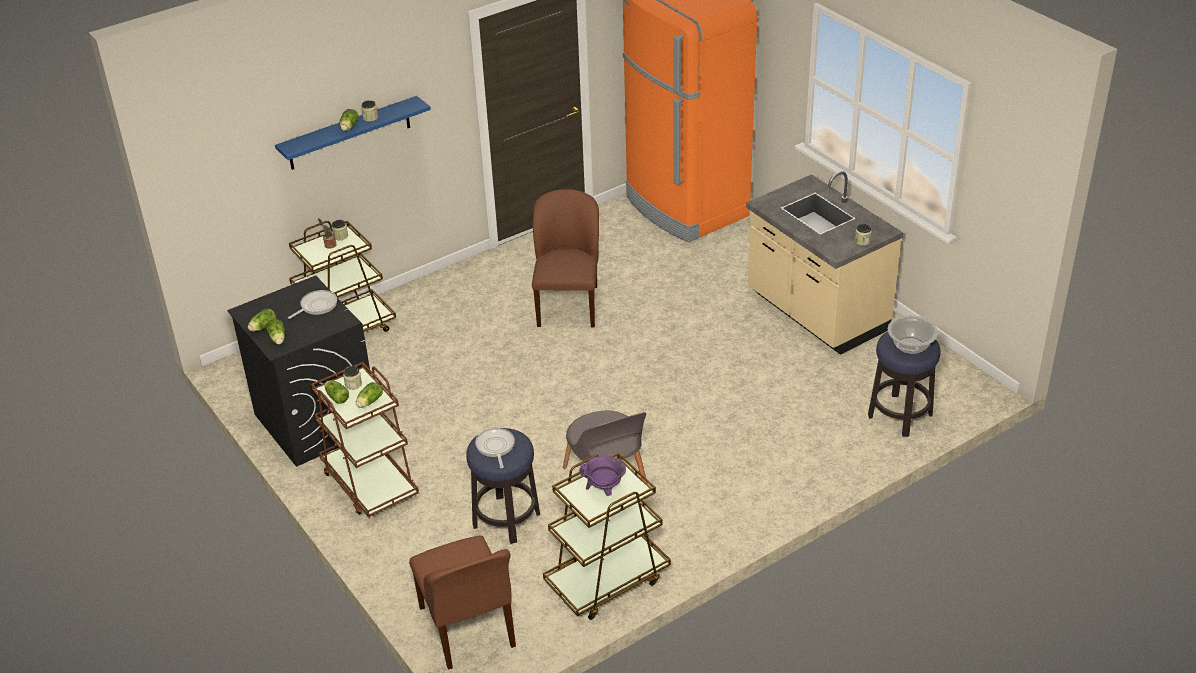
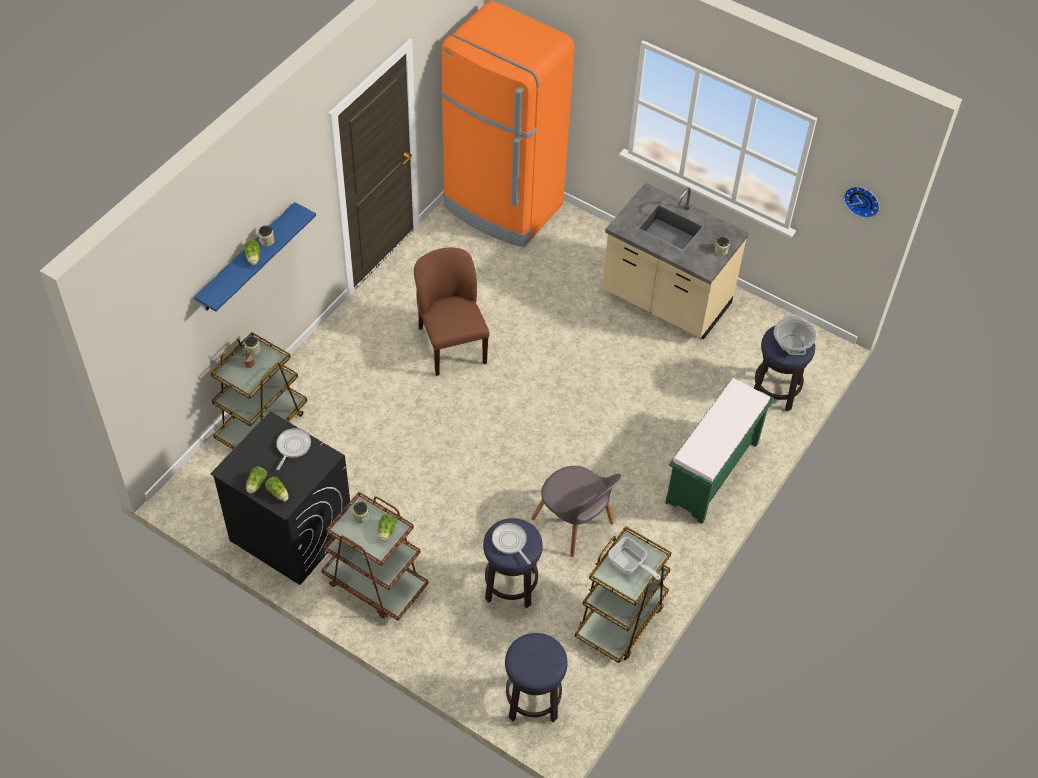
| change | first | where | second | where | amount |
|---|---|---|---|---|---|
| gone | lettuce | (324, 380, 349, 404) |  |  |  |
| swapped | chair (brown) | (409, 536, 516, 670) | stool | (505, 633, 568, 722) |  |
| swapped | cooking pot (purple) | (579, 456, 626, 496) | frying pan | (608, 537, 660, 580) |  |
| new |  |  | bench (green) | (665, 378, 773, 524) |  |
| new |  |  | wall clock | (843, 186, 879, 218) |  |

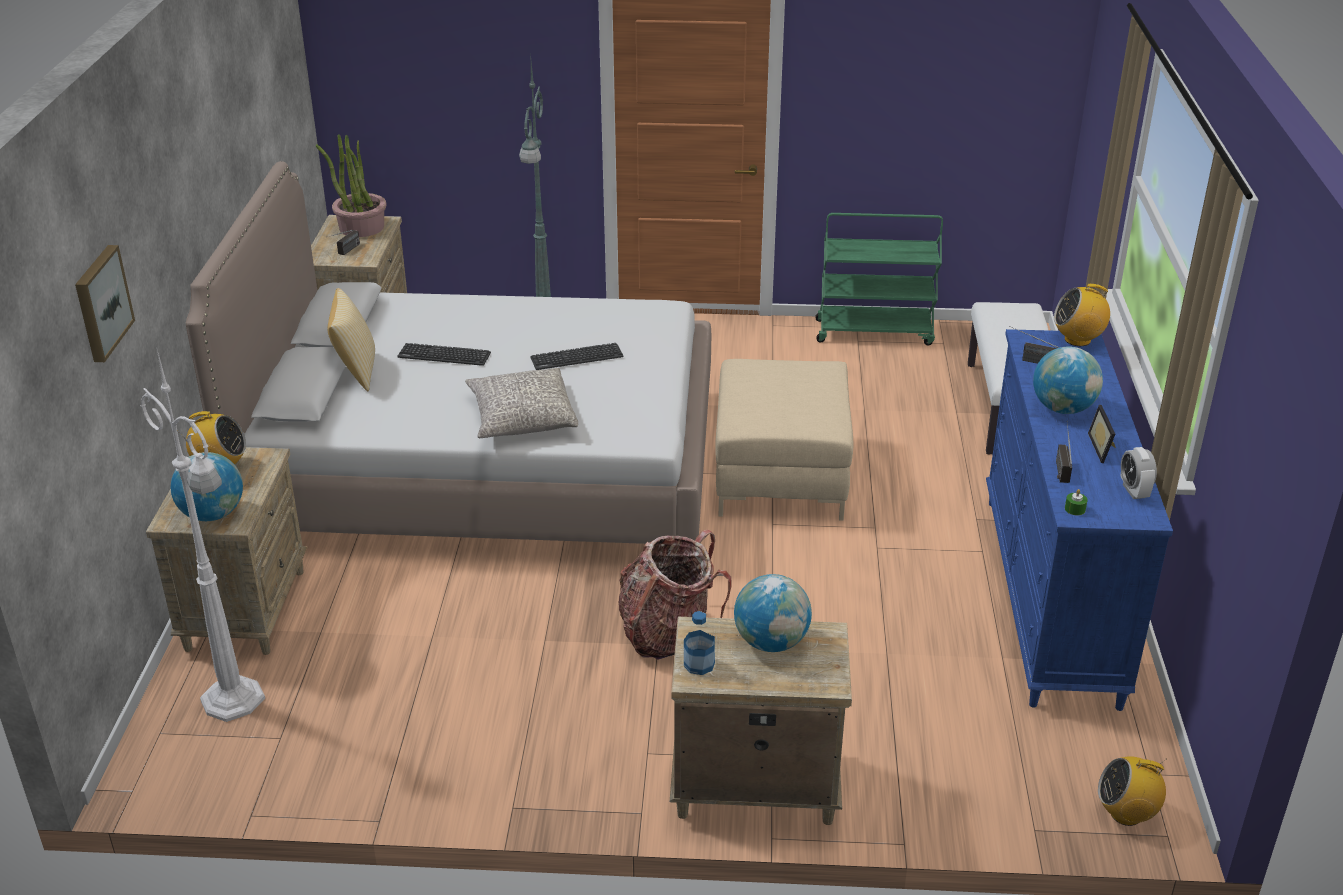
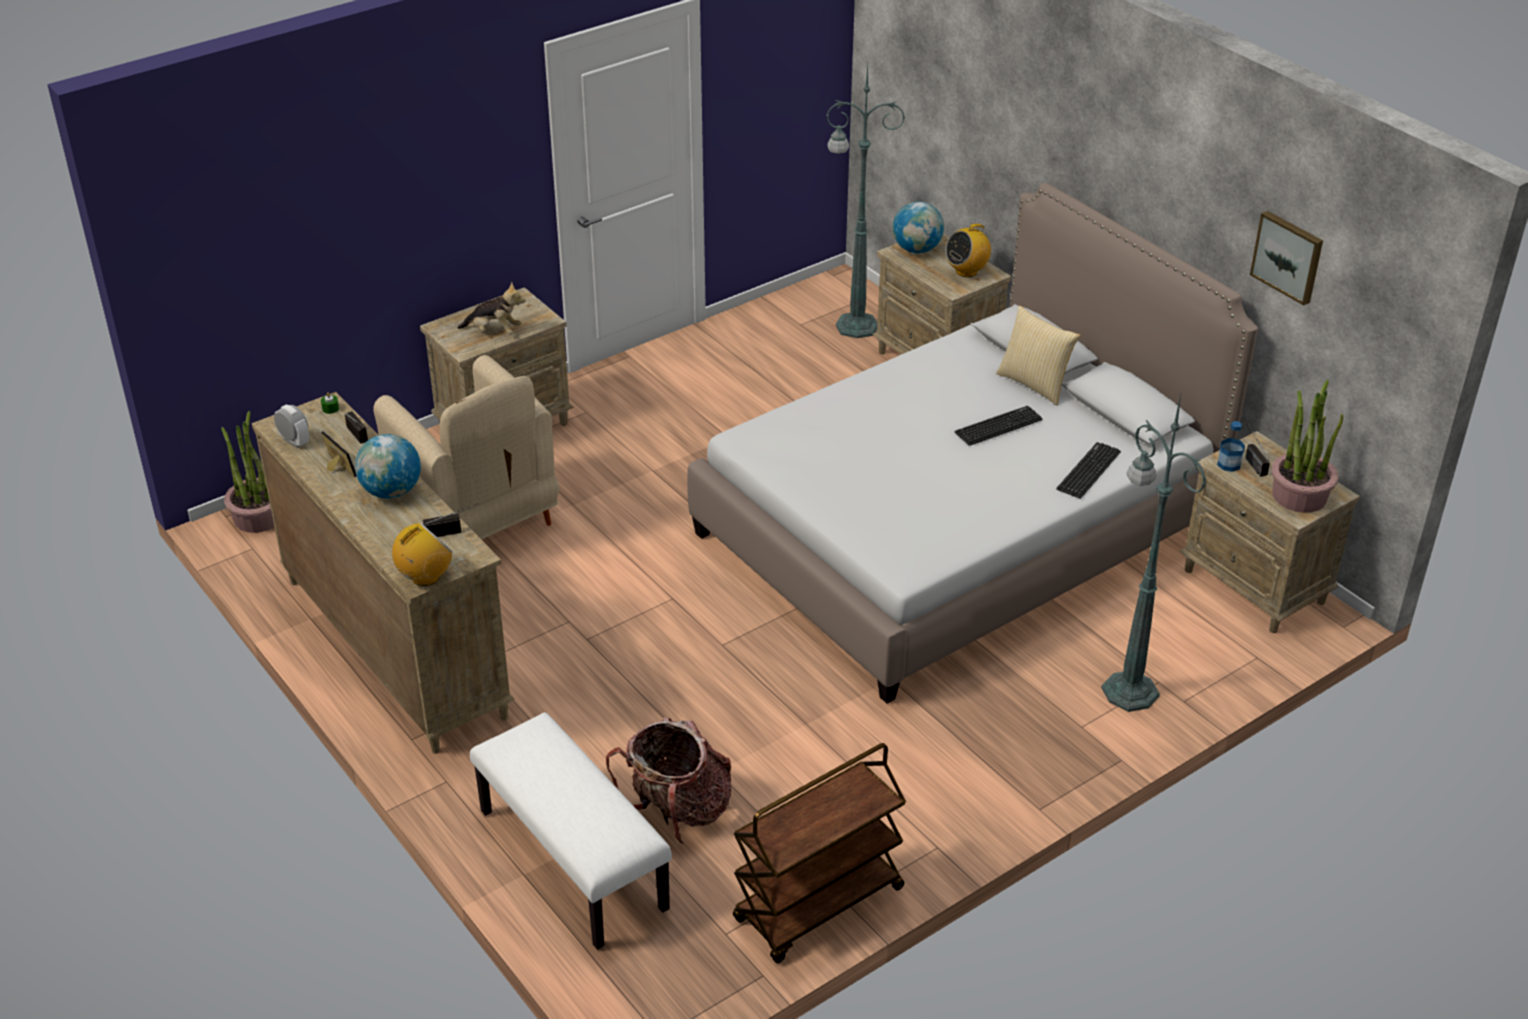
| change | first | where | second | where | amount |
|---|---|---|---|---|---|
| shifted | picture | (75, 245, 135, 362) |  | (1250, 211, 1323, 305) |  |
| repainted | floor lamp (white) | (140, 350, 265, 722) | floor lamp (green) | (826, 64, 905, 338) |  |
| gone | pillow (grey) | (465, 368, 578, 438) |  |  |  |
| shifted | keyboard | (530, 343, 624, 370) |  | (1056, 442, 1121, 499) |  |
| shifted | backpack | (618, 530, 732, 660) |  | (606, 717, 731, 845) |  |
| shifted | bottle | (684, 611, 715, 675) |  | (1217, 421, 1245, 472) |  |
| gone | ottoman (beige) | (715, 359, 853, 521) |  |  |  |
| swapped | globe | (734, 574, 812, 652) | plush toy | (457, 282, 526, 334) |  |
| repainted | cart (green) | (815, 213, 943, 346) | cart (brown) | (733, 743, 906, 963) |  |
| repainted | dresser (blue) | (986, 329, 1173, 711) | dresser (beige) | (252, 392, 515, 754) |  |
| swapped | radio | (1098, 756, 1167, 826) | potted plant | (221, 411, 274, 533) |  |
| new |  |  | armchair (beige) | (373, 355, 559, 540) |  |

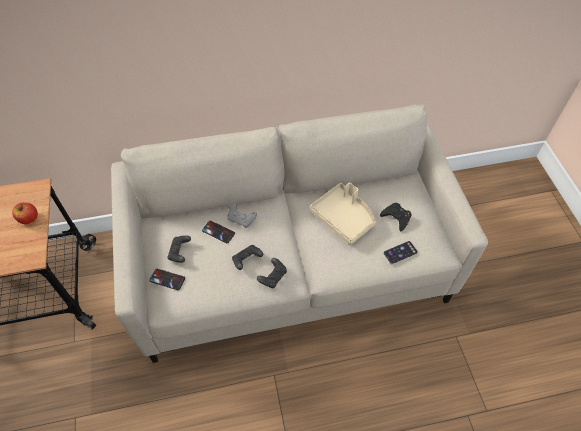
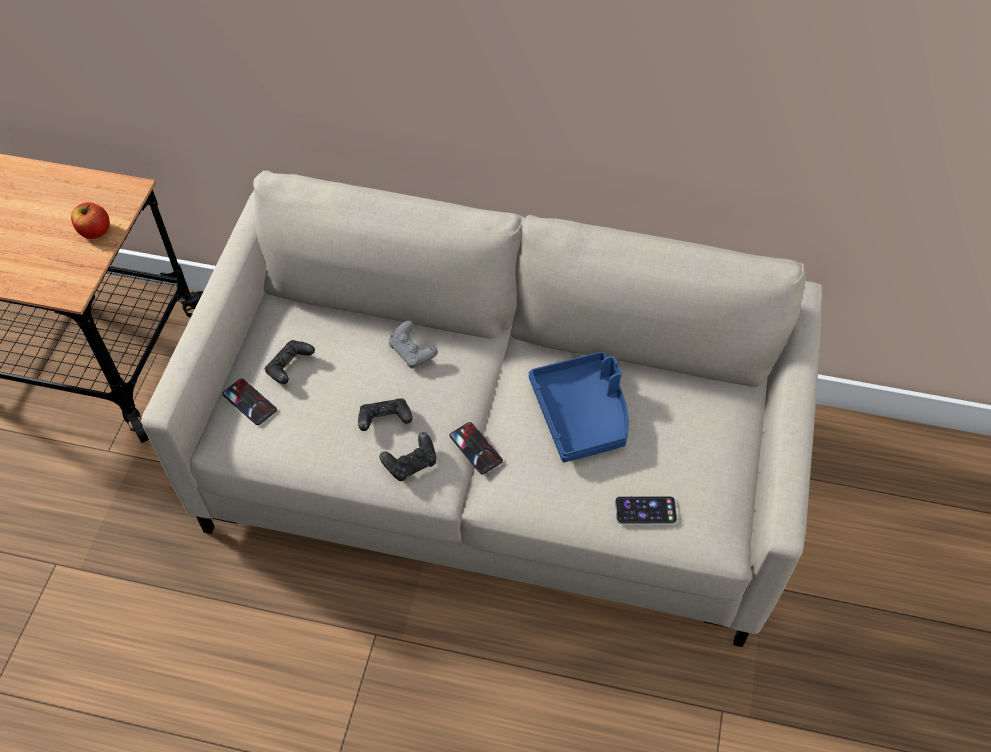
| change | first | where | second | where | amount |
|---|---|---|---|---|---|
| shifted | phone | (202, 221, 235, 243) |  | (449, 422, 503, 475) |  |
| repainted | tray (beige) | (310, 182, 376, 245) | tray (blue) | (529, 352, 629, 462) |  |
| gone | game controller (black) | (380, 203, 412, 231) |  |  |  |

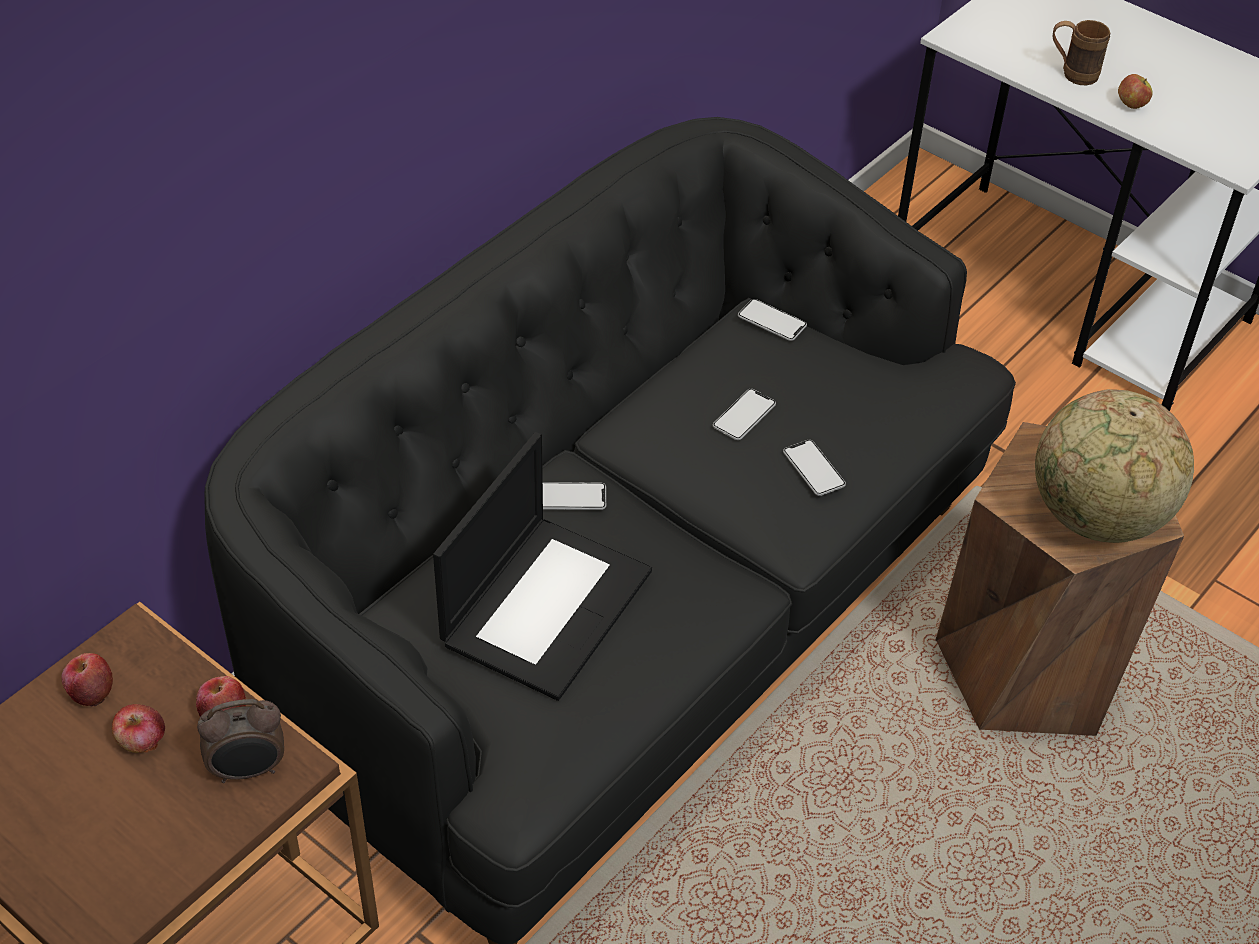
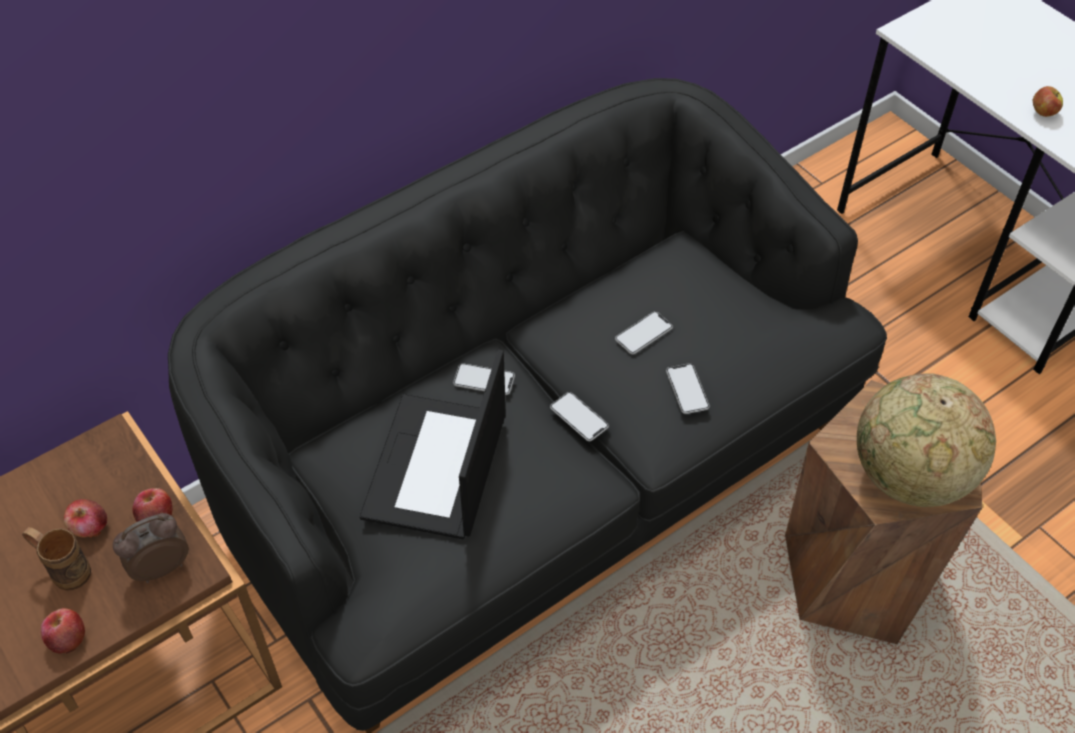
| change | first | where | second | where | amount |
|---|---|---|---|---|---|
| shifted | apple | (62, 653, 113, 706) |  | (41, 608, 85, 654) |  |
| rotated | alarm clock | (197, 699, 284, 783) |  | (113, 513, 189, 583) | 150 degrees clockwise |
| rotated | laptop | (433, 432, 652, 701) |  | (359, 349, 506, 539) | 150 degrees clockwise |
| shifted | phone | (738, 299, 807, 341) |  | (550, 392, 609, 441) |  |
| shifted | mug (brown) | (1052, 20, 1110, 85) |  | (22, 527, 91, 591) |  |

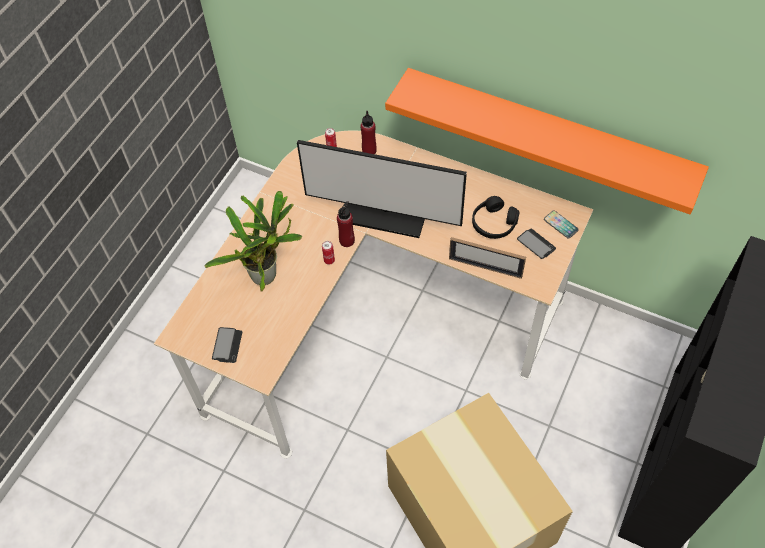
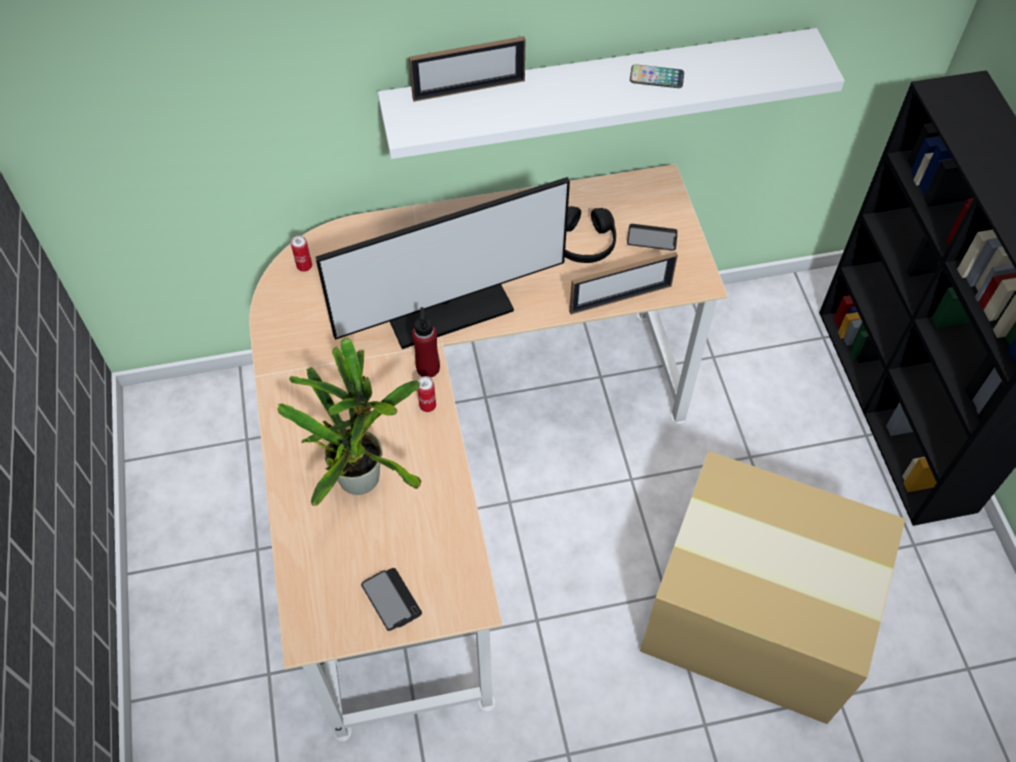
| change | first | where | second | where | amount |
|---|---|---|---|---|---|
| gone | bottle (red) | (361, 111, 377, 154) |  |  |  |
| repainted | shelf (orange) | (385, 68, 709, 214) | shelf (white) | (378, 28, 845, 159) |  |
| shifted | phone | (544, 211, 579, 238) |  | (630, 64, 684, 88) |  |
| new |  |  | picture frame | (409, 36, 525, 102) |  |

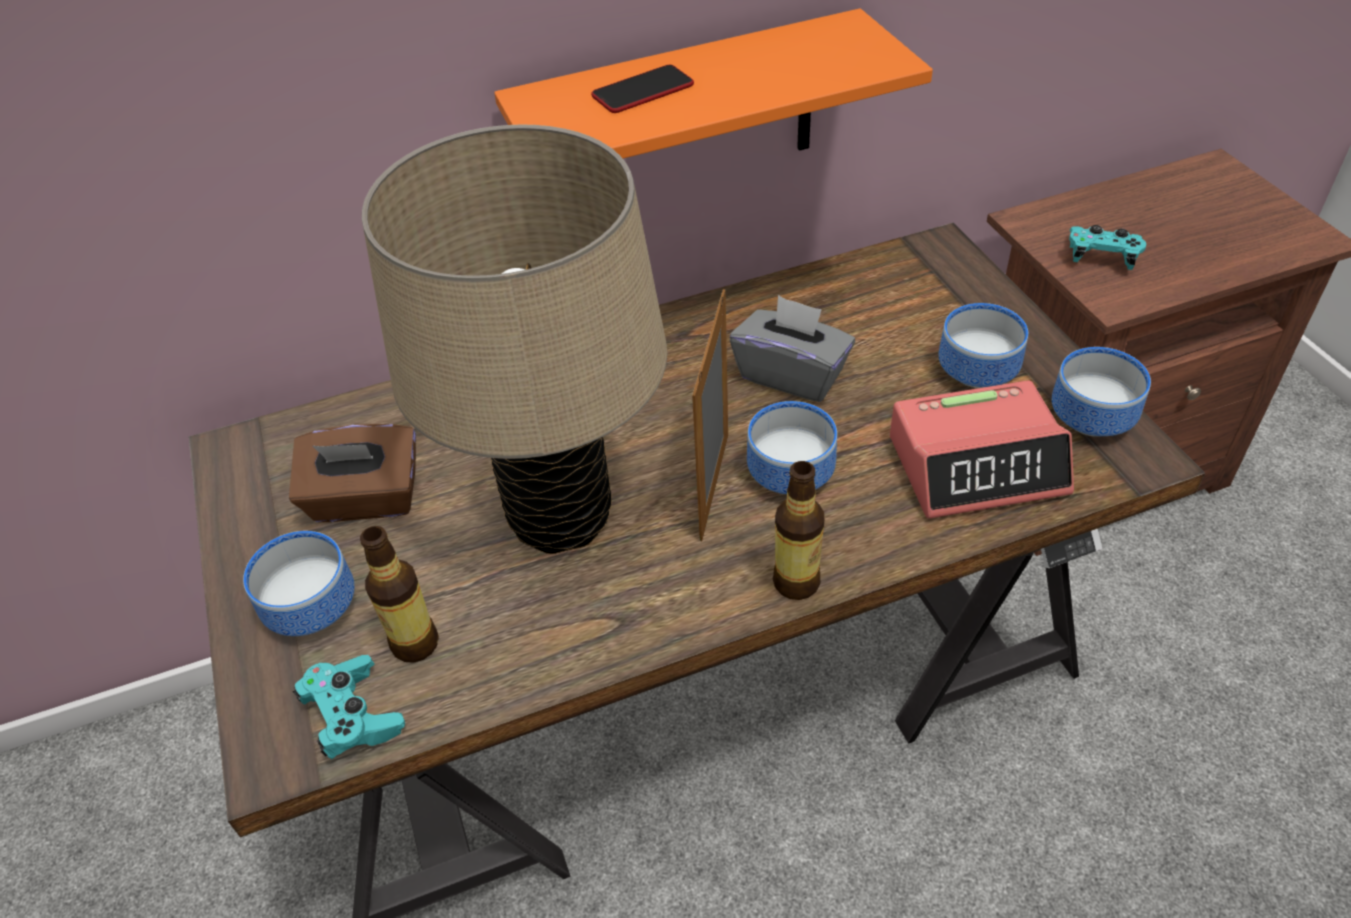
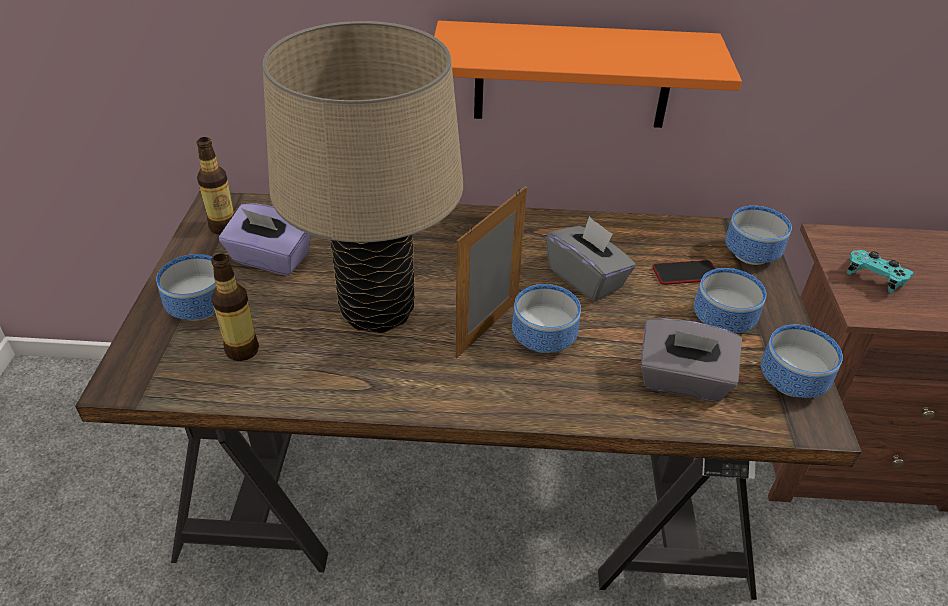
| change | first | where | second | where | amount |
|---|---|---|---|---|---|
| repainted | tissue box (brown) | (289, 424, 416, 522) | tissue box (purple) | (219, 203, 311, 276) |  |
| gone | game controller (turquoise) | (292, 655, 405, 759) |  |  |  |
| shifted | phone | (591, 65, 694, 113) |  | (653, 260, 715, 285) |  |
| shifted | bottle | (773, 461, 824, 600) |  | (196, 137, 235, 235) |  |
| swapped | alarm clock | (890, 380, 1074, 519) | tissue box (grey) | (640, 318, 742, 402) |  |
| new |  |  | bowl | (725, 206, 792, 265) |  |

